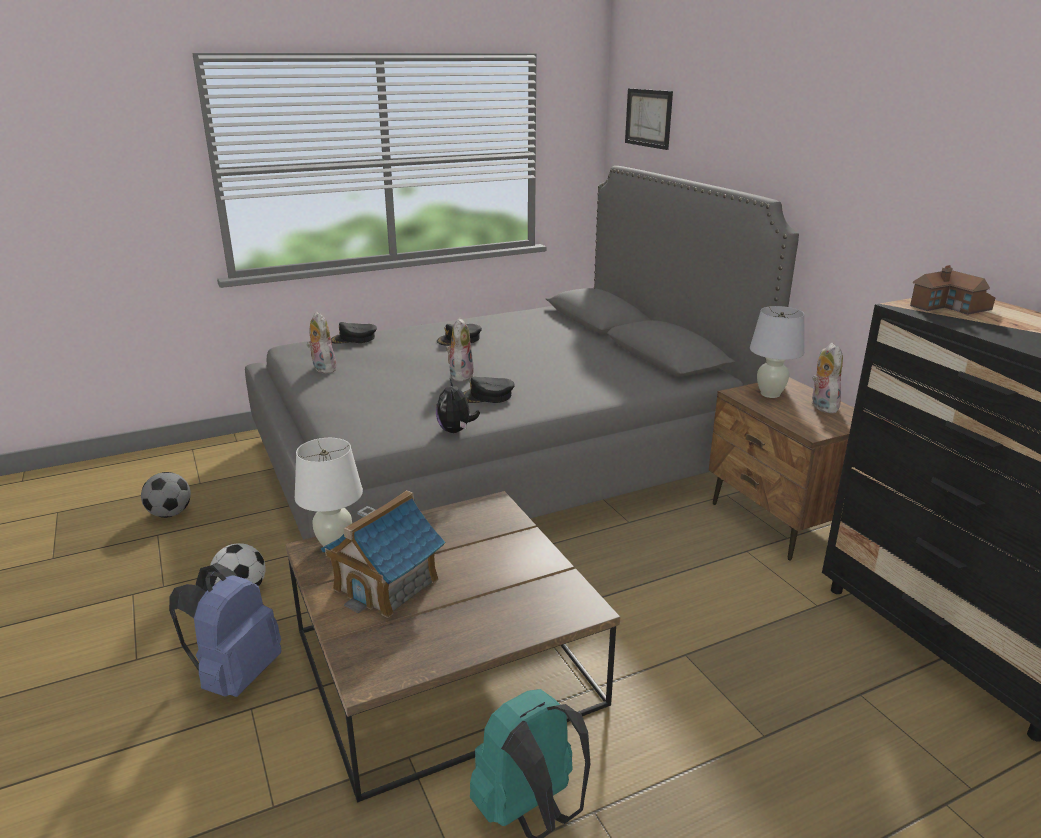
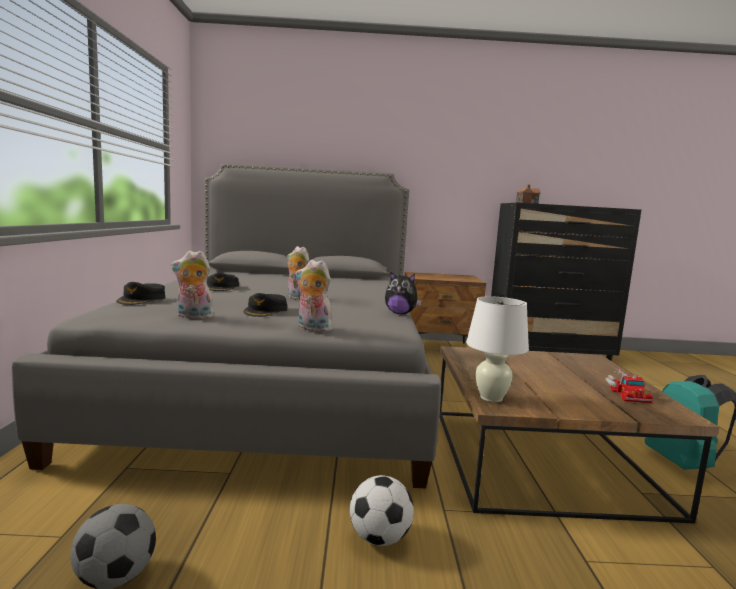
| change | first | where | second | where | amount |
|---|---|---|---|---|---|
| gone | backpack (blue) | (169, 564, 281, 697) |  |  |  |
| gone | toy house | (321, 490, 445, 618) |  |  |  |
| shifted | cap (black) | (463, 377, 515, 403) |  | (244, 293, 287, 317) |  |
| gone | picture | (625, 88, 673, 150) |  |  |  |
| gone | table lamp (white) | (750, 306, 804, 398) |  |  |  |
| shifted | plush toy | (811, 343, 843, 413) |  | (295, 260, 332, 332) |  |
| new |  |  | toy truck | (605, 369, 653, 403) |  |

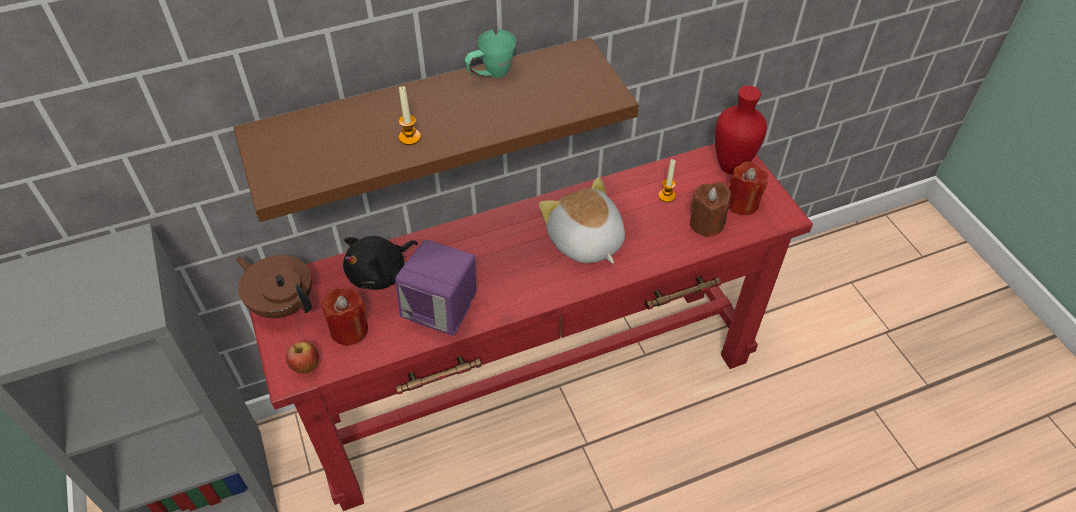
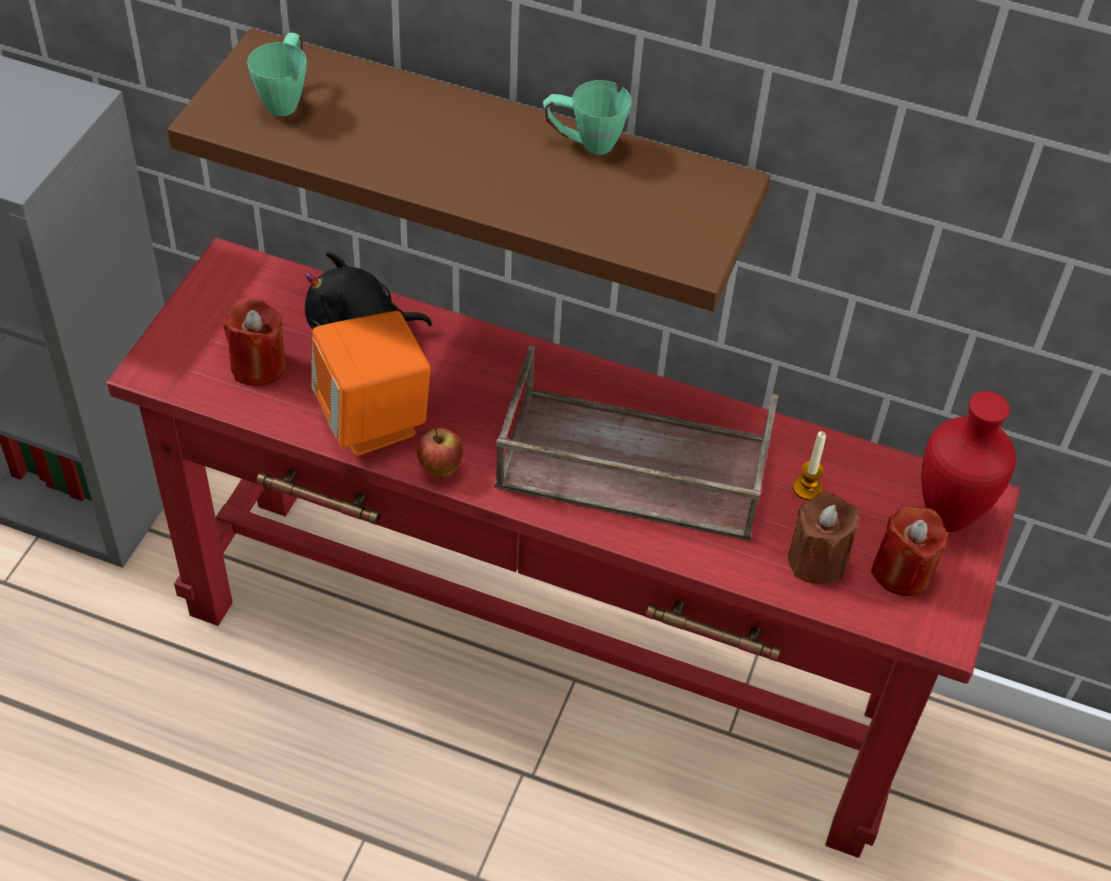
| change | first | where | second | where | amount |
|---|---|---|---|---|---|
| gone | teapot (brown) | (236, 255, 312, 318) |  |  |  |
| shifted | apple | (286, 341, 319, 374) |  | (417, 428, 463, 477) |  |
| repainted | speaker (purple) | (395, 240, 476, 336) | speaker (orange) | (312, 311, 431, 456) |  |
| gone | candle | (399, 86, 421, 145) |  |  |  |
| swapped | plush toy | (539, 177, 625, 264) | tray (brown) | (495, 345, 778, 541) |  |
| new |  |  | mug (green) | (247, 33, 307, 117) |  |

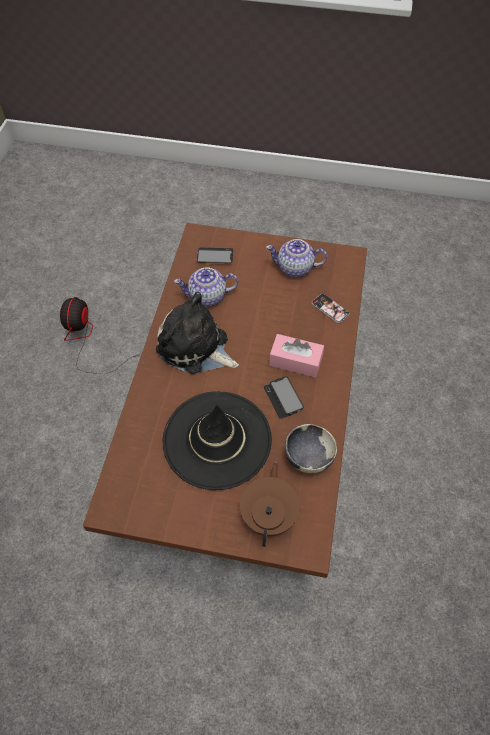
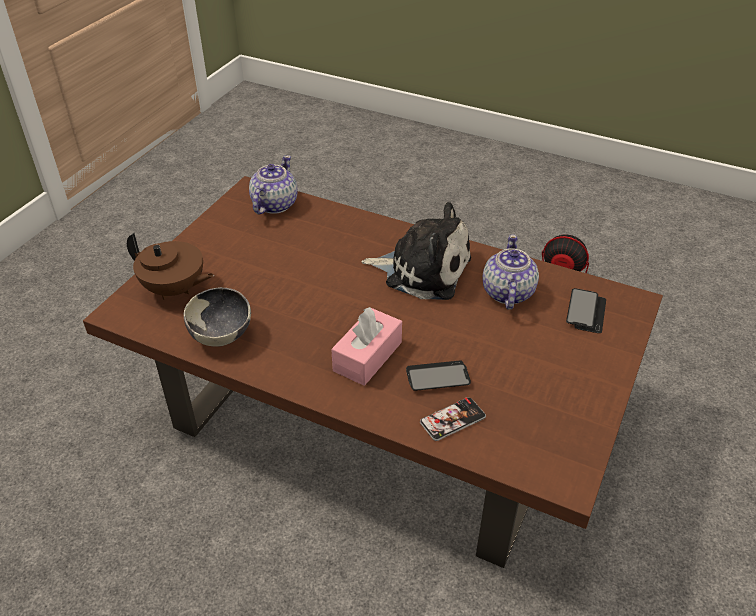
| change | first | where | second | where | amount |
|---|---|---|---|---|---|
| rotated | plush toy | (156, 292, 239, 374) |  | (361, 202, 471, 300) | 60 degrees clockwise |
| gone | hat (black) | (163, 391, 272, 490) |  |  |  |
| shifted | phone | (264, 376, 304, 419) |  | (406, 360, 471, 391) |  |
| shifted | teapot | (266, 239, 328, 277) |  | (249, 155, 297, 214) |  |

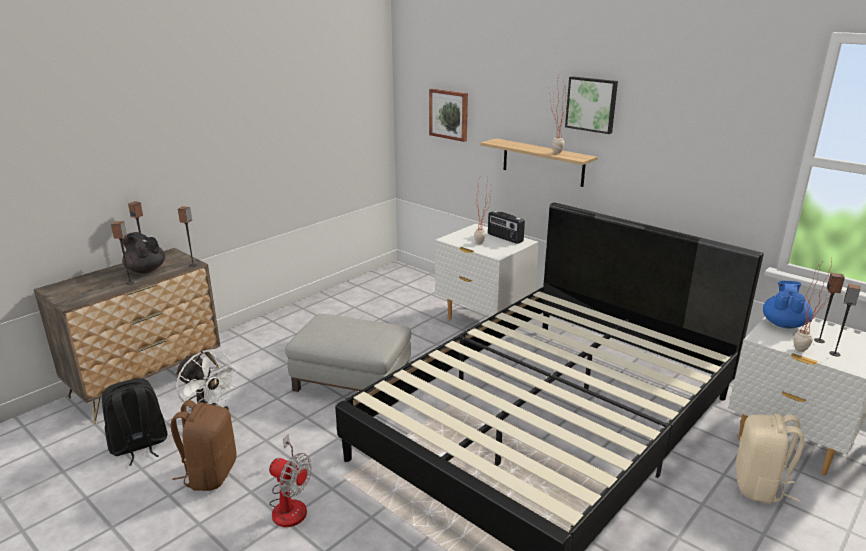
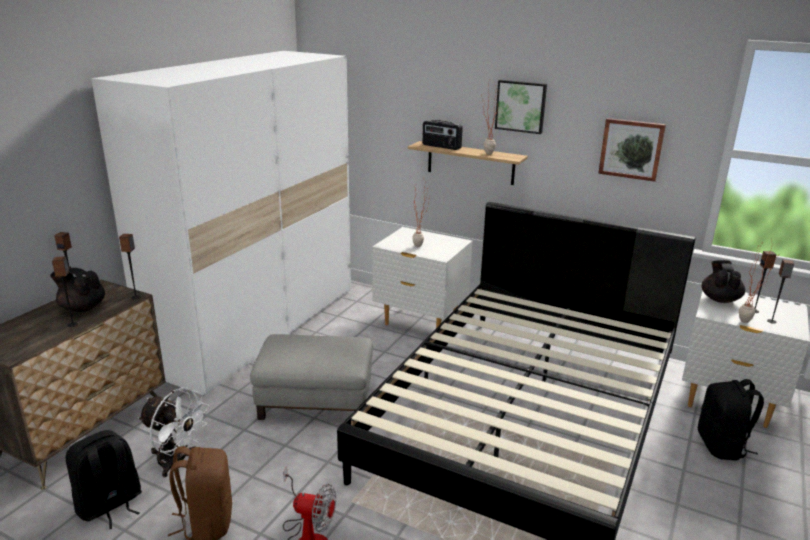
| change | first | where | second | where | amount |
|---|---|---|---|---|---|
| shifted | picture | (429, 89, 468, 142) |  | (598, 118, 666, 182) |  |
| shifted | radio | (488, 211, 525, 244) |  | (422, 120, 463, 150) |  |
| repainted | backpack (beige) | (735, 414, 805, 504) | backpack (black) | (698, 379, 764, 461) |  |
| repainted | teapot (blue) | (763, 281, 813, 328) | teapot (black) | (702, 260, 745, 303) |  |
| new |  |  | wardrobe (white) | (91, 51, 351, 396) |  |

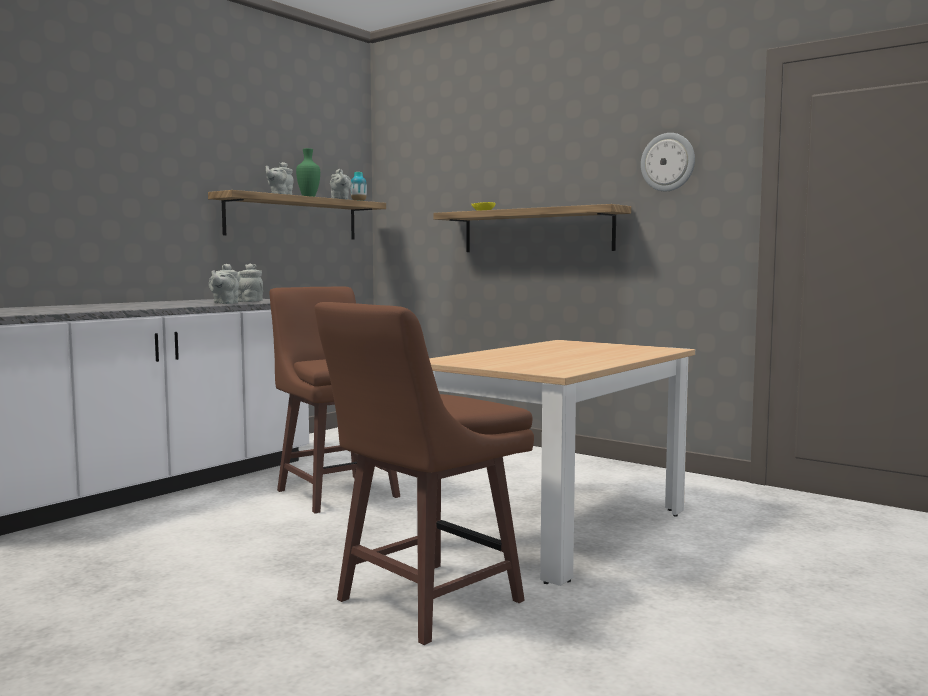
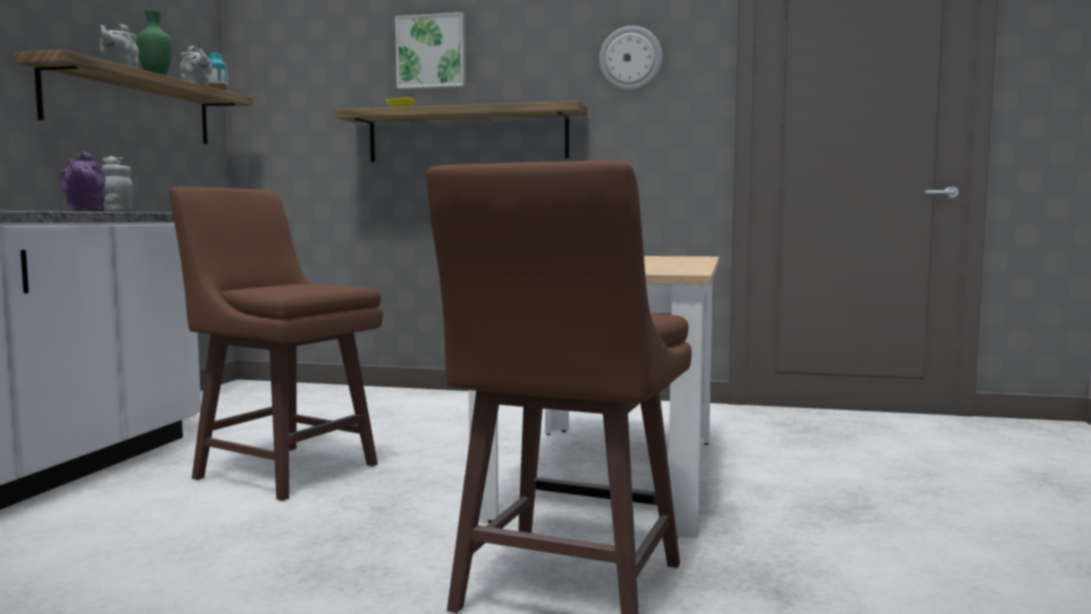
| change | first | where | second | where | amount |
|---|---|---|---|---|---|
| repainted | teapot (grey) | (209, 264, 239, 304) | teapot (purple) | (58, 152, 106, 211) |  |
| new |  |  | picture | (395, 12, 466, 90) |  |

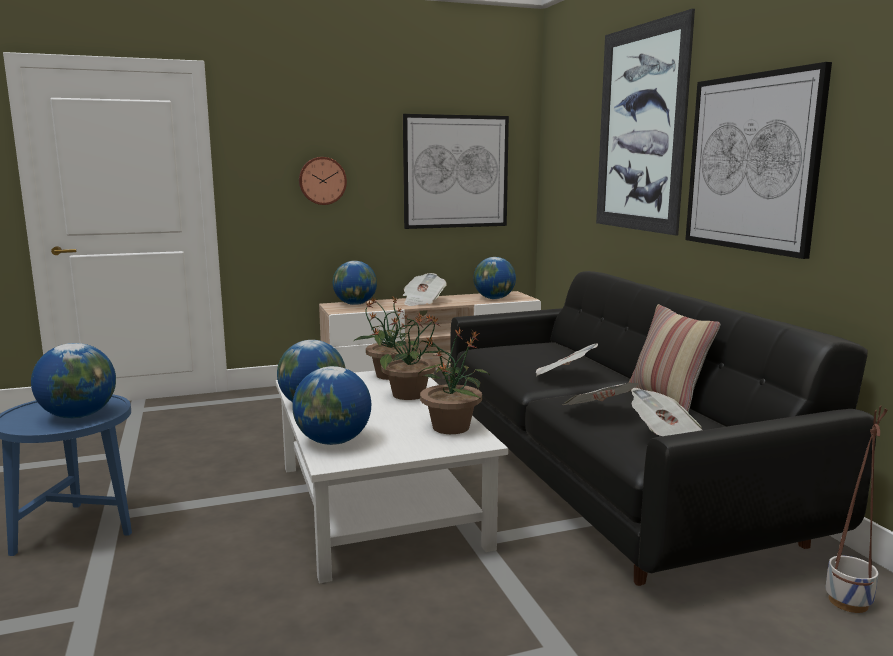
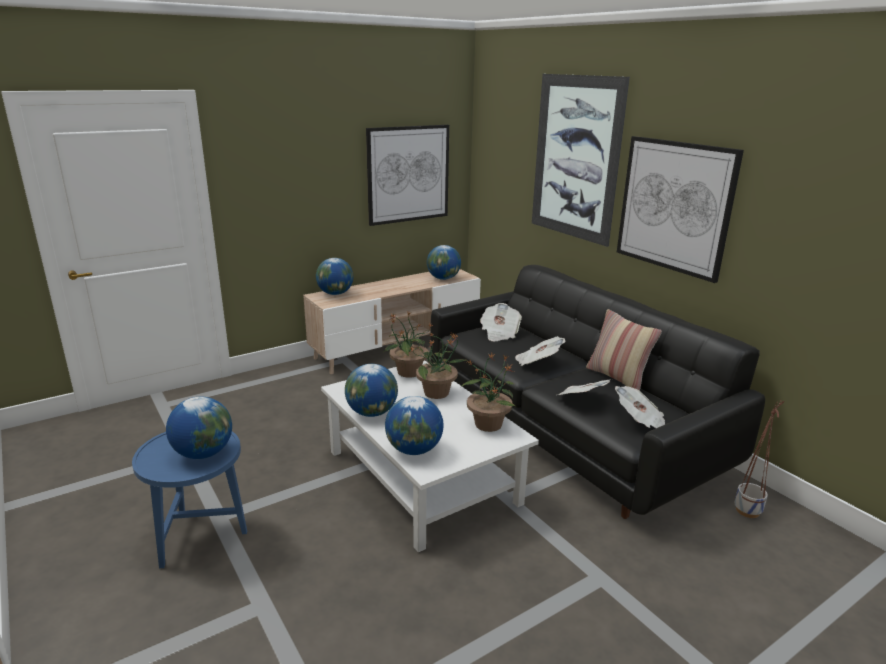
| change | first | where | second | where | amount |
|---|---|---|---|---|---|
| gone | wall clock | (299, 157, 347, 205) |  |  |  |
| shifted | newspaper | (403, 273, 446, 306) |  | (480, 303, 522, 341) |  |

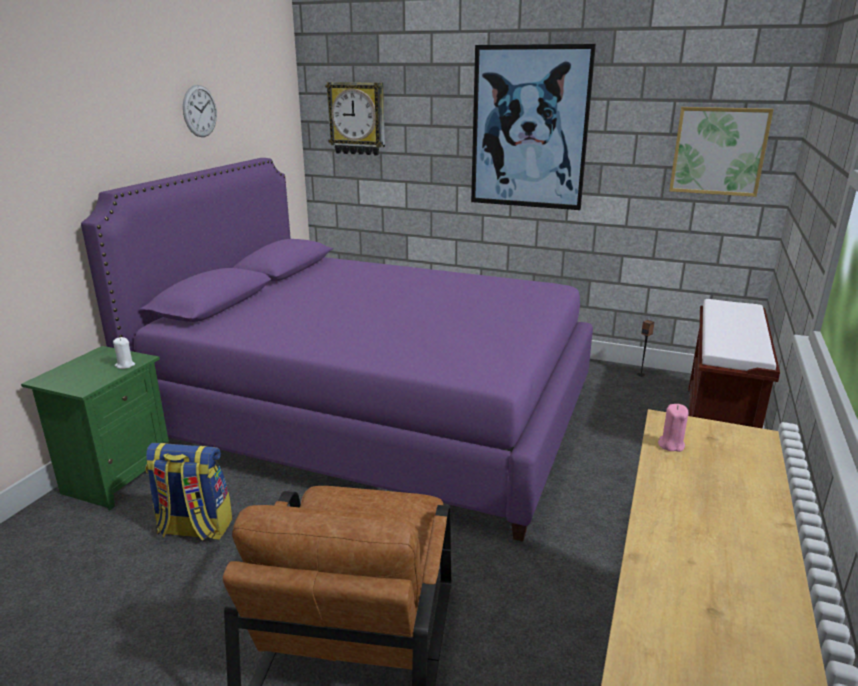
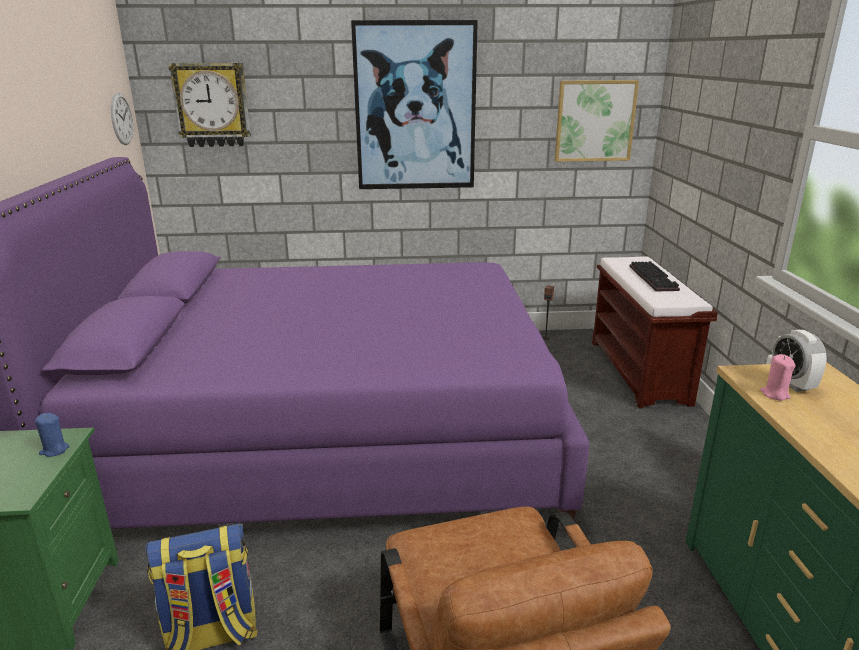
| change | first | where | second | where | amount |
|---|---|---|---|---|---|
| repainted | candle (white) | (113, 337, 135, 369) | candle (blue) | (35, 413, 69, 457) |  |
| shifted | wall clock | (183, 85, 217, 137) |  | (111, 92, 133, 145) |  |
| new |  |  | keyboard | (629, 261, 680, 292) |  |
| new |  |  | alarm clock | (771, 330, 827, 392) |  |

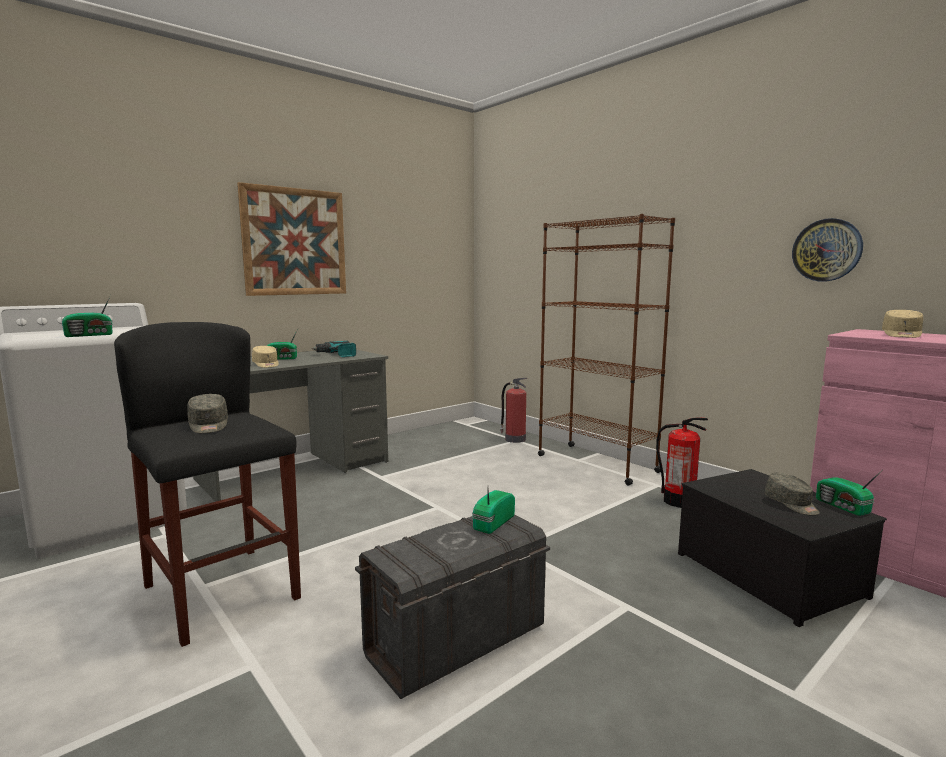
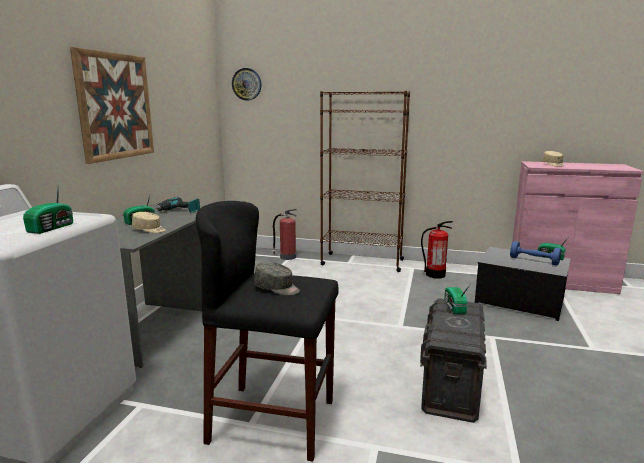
| change | first | where | second | where | amount |
|---|---|---|---|---|---|
| swapped | cap (grey) | (765, 472, 820, 515) | dumbbell (blue) | (510, 241, 561, 266) |  |
| shifted | wall clock | (792, 218, 863, 281) |  | (232, 68, 262, 100) |  |

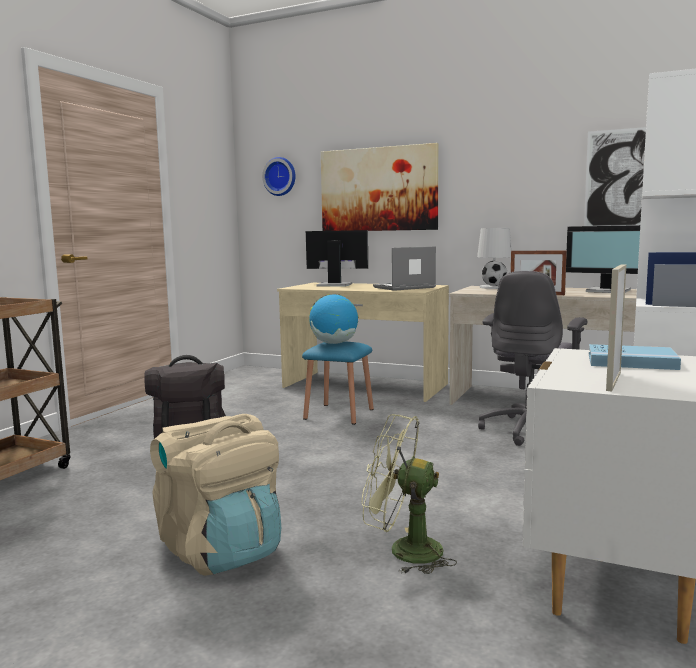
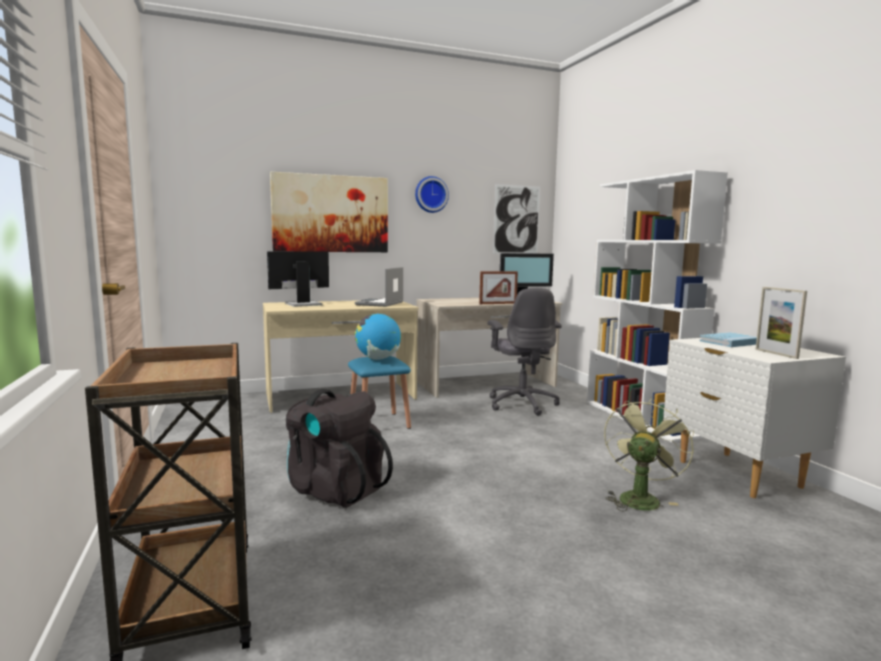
| change | first | where | second | where | amount |
|---|---|---|---|---|---|
| gone | backpack (beige) | (150, 414, 281, 576) |  |  |  |
| shifted | wall clock | (262, 157, 296, 196) |  | (415, 176, 449, 213) |  |
| rotated | fan (green) | (362, 414, 457, 574) |  | (604, 397, 694, 511) | 150 degrees clockwise |
| gone | table lamp (white) | (477, 228, 512, 289) |  |  |  |

